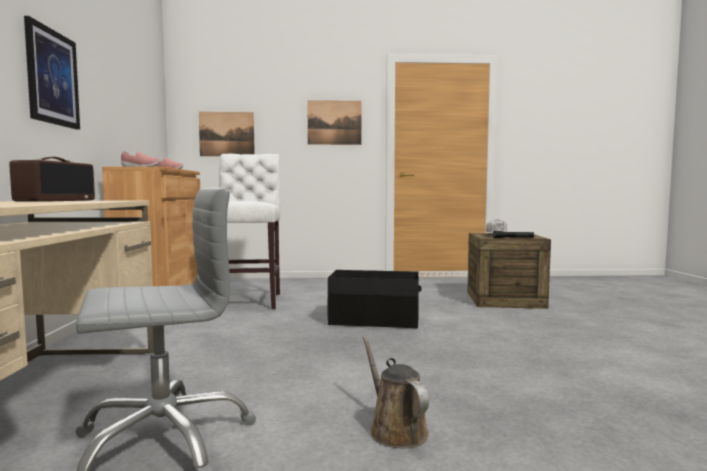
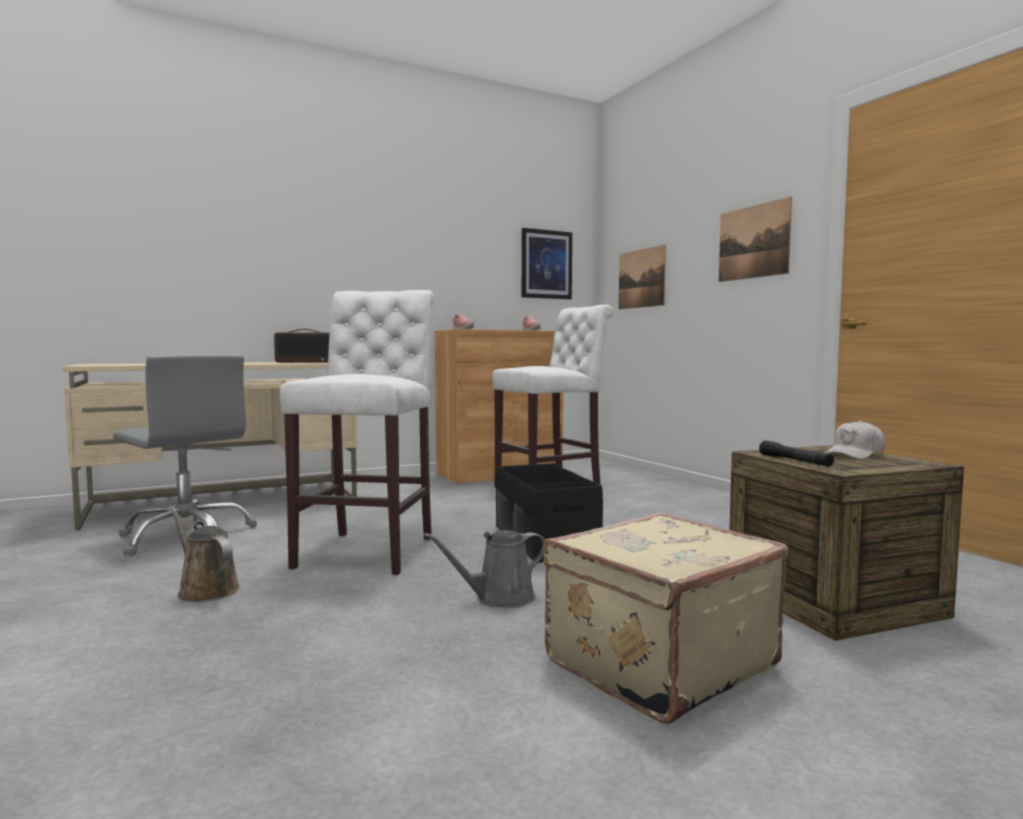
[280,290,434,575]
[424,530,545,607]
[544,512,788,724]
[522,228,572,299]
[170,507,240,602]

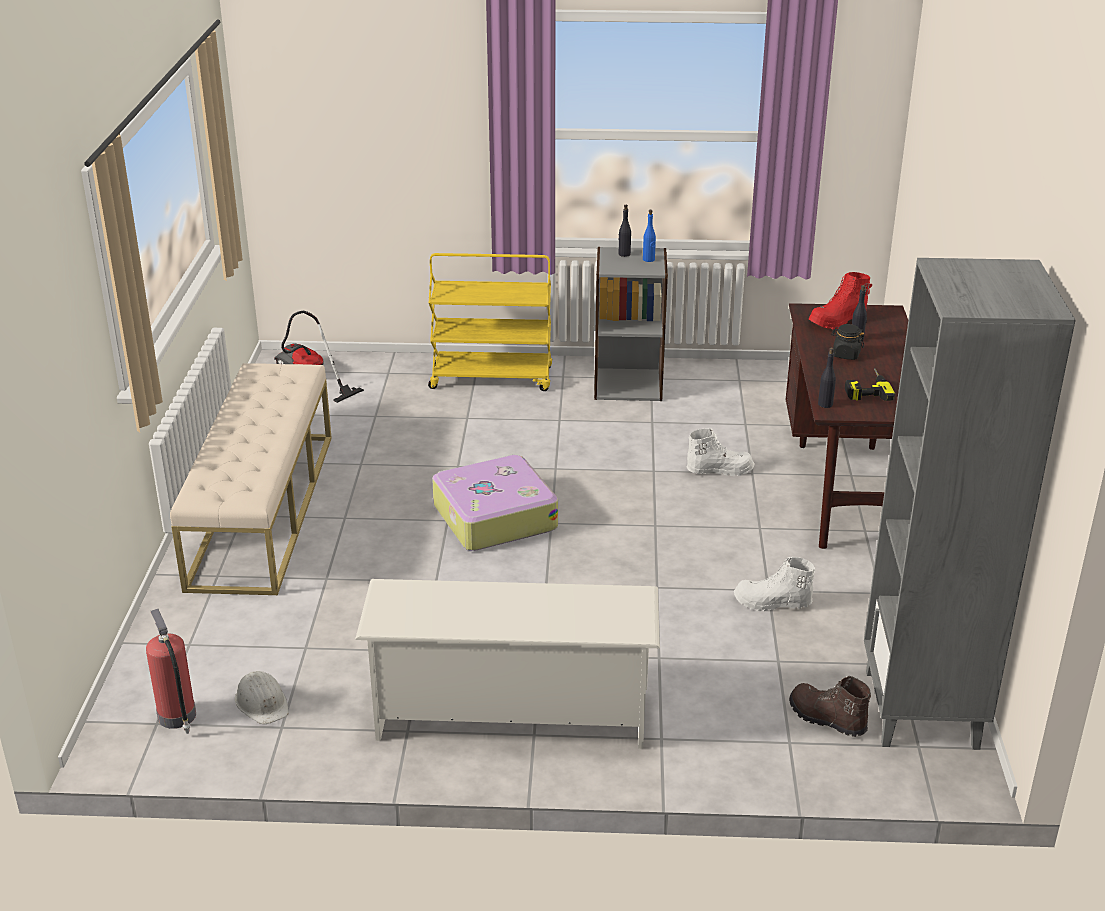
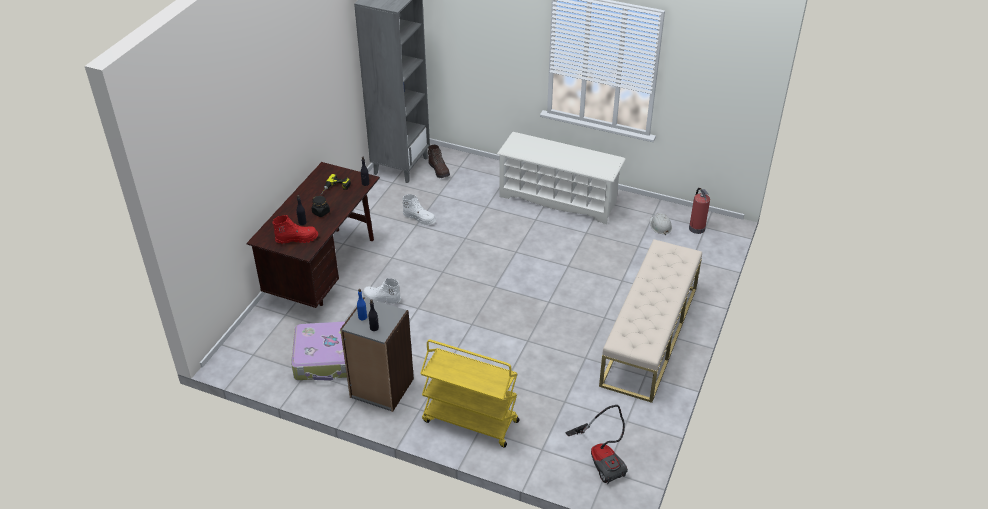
[291,321,347,380]

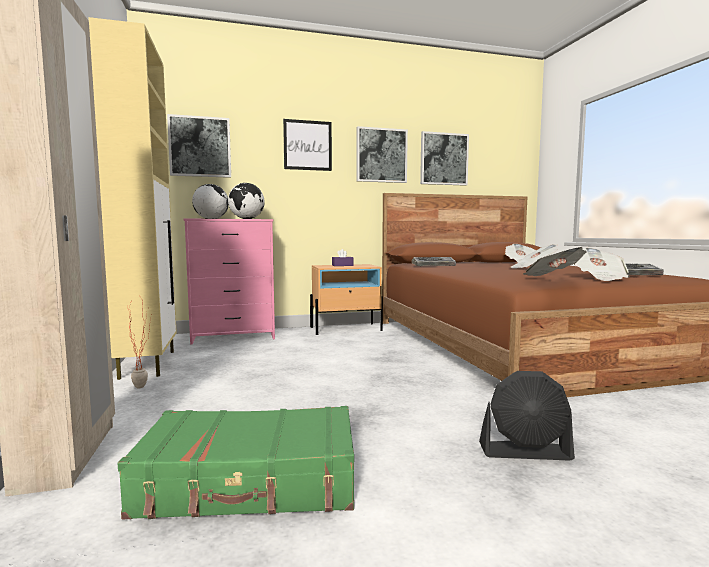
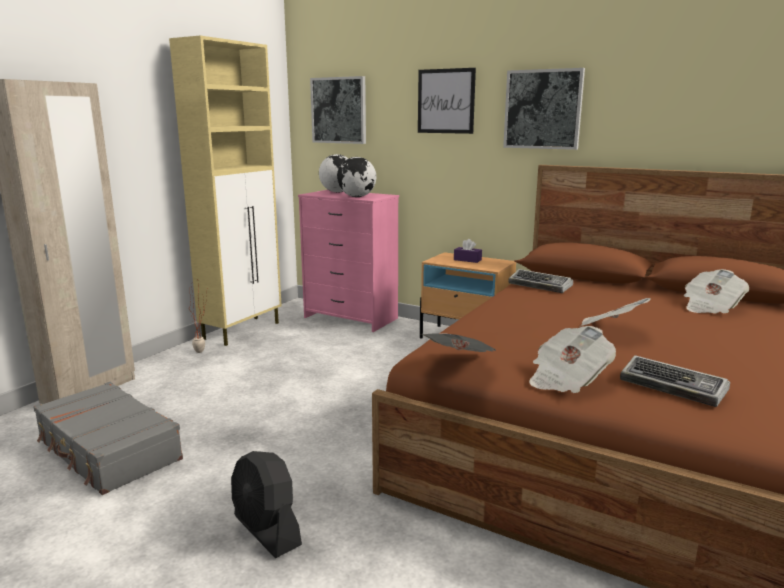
[420,131,469,186] (first image)
[33,382,183,495]

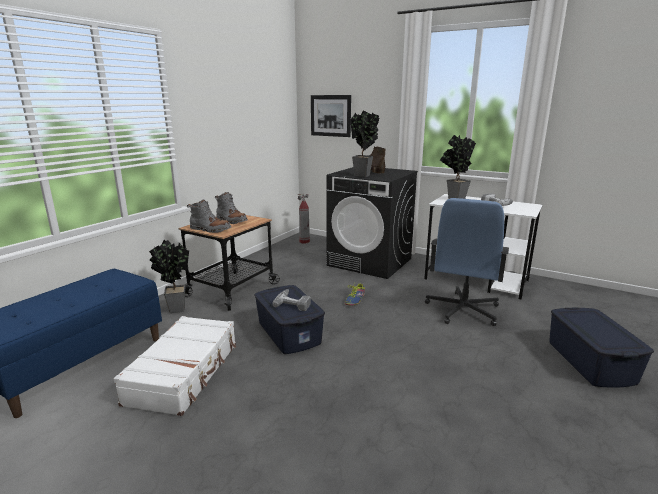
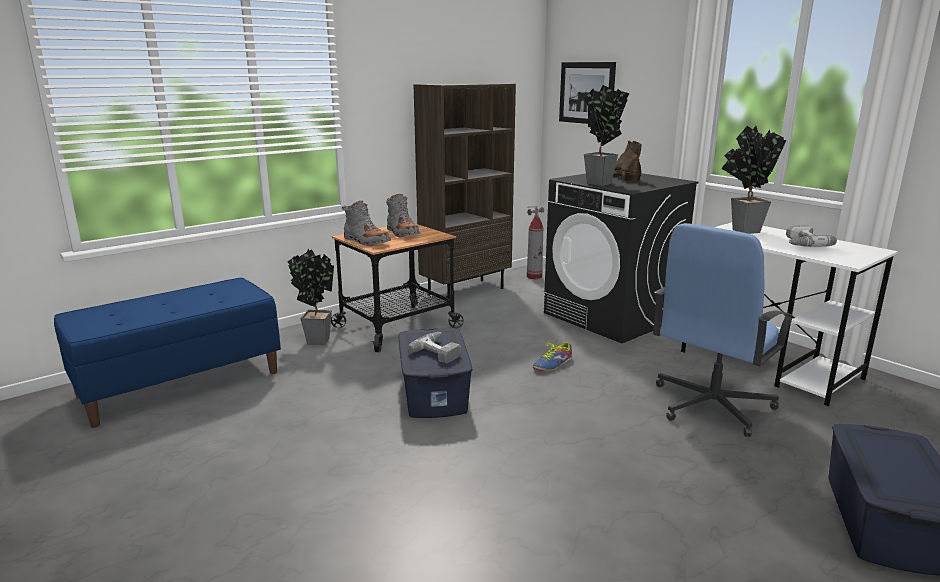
[114,316,236,416] (first image)
[413,83,516,296]

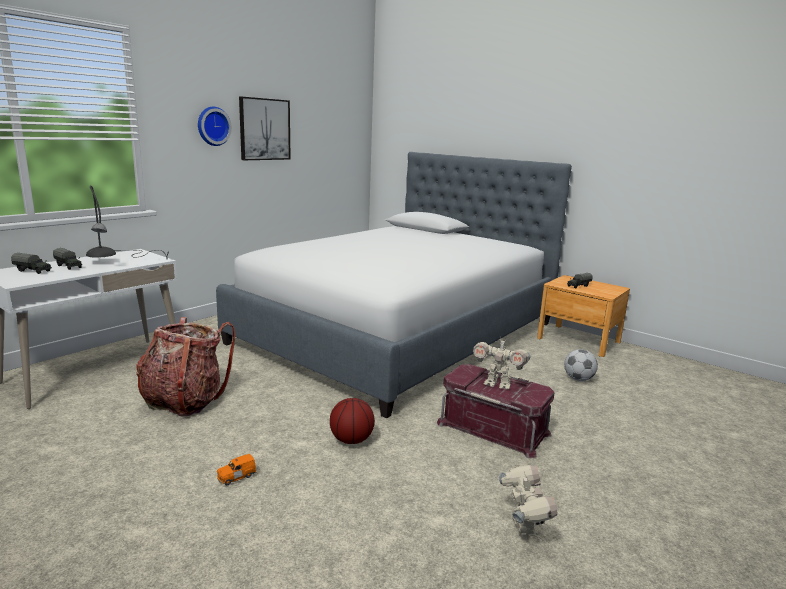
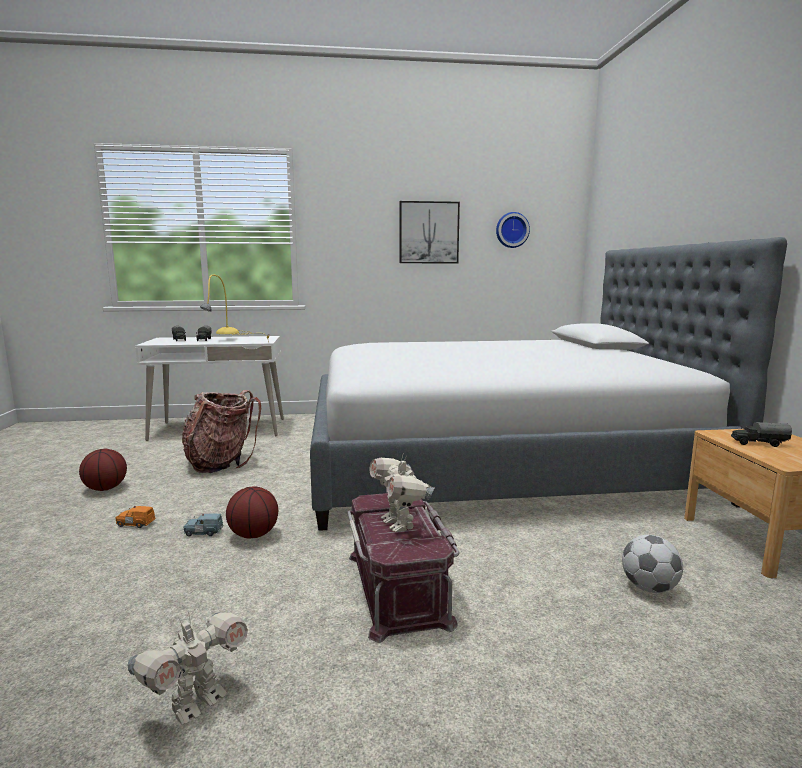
[79,449,127,491]
[184,514,223,536]
[496,212,530,248]
[200,274,269,343]

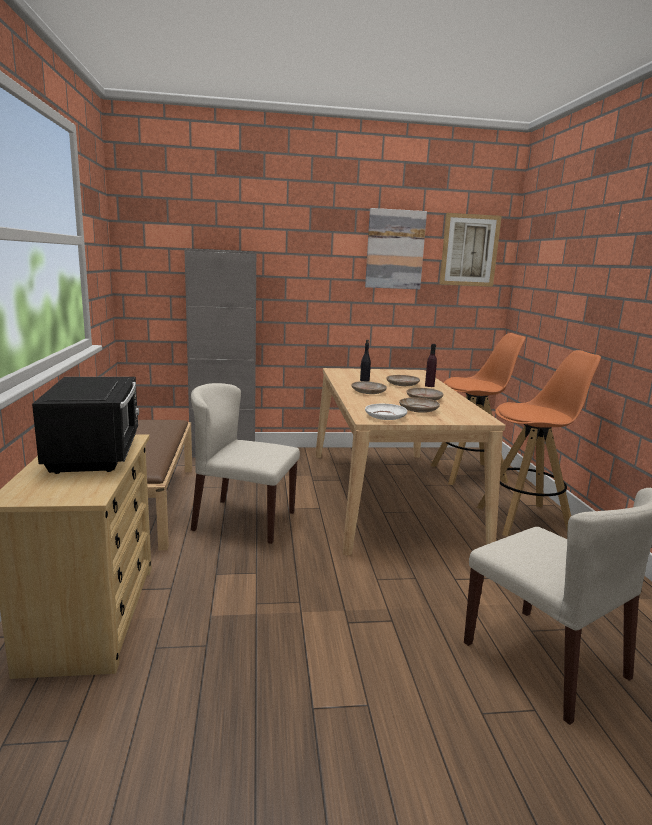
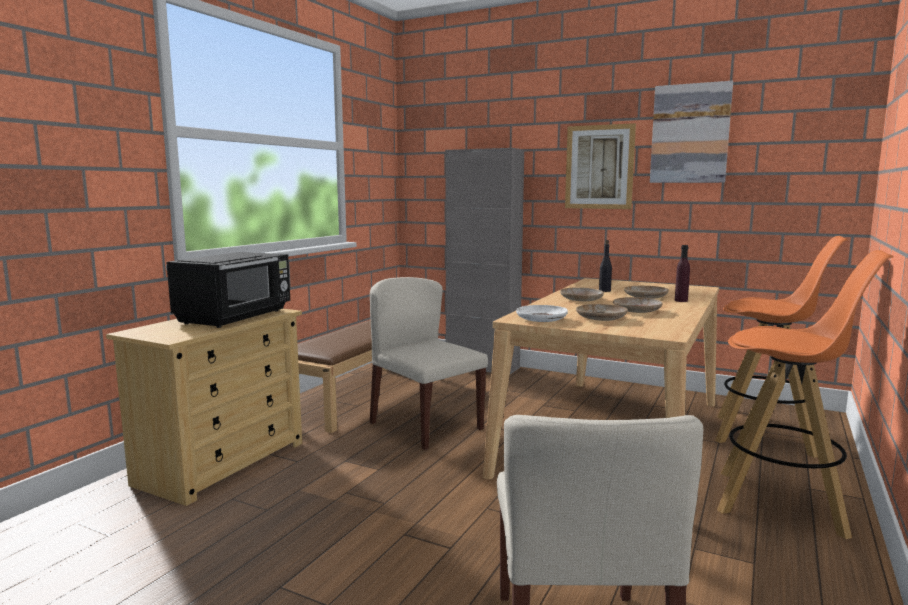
[565,123,636,209]

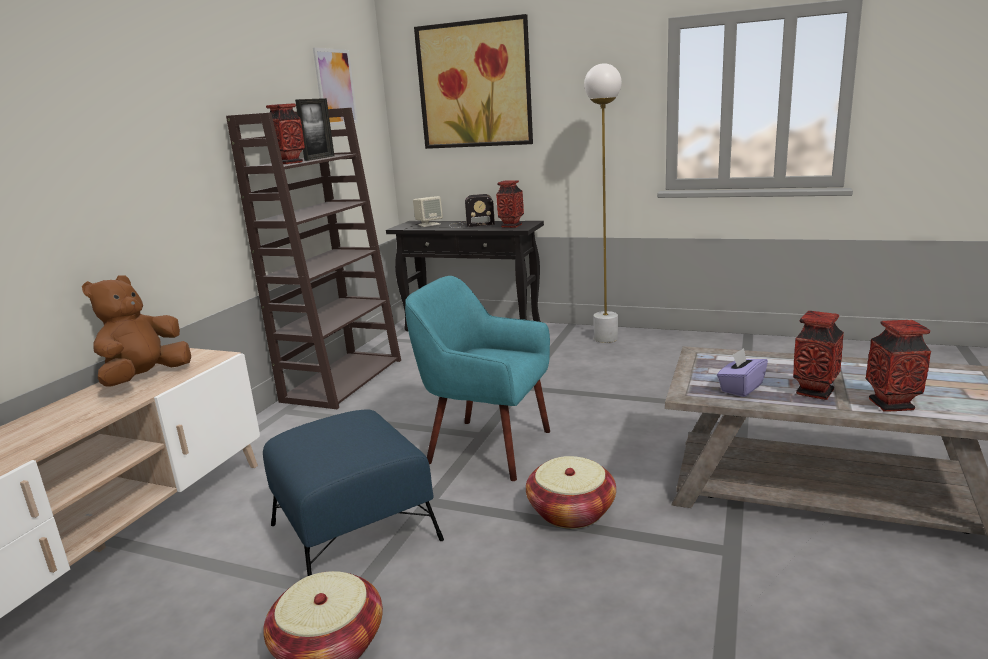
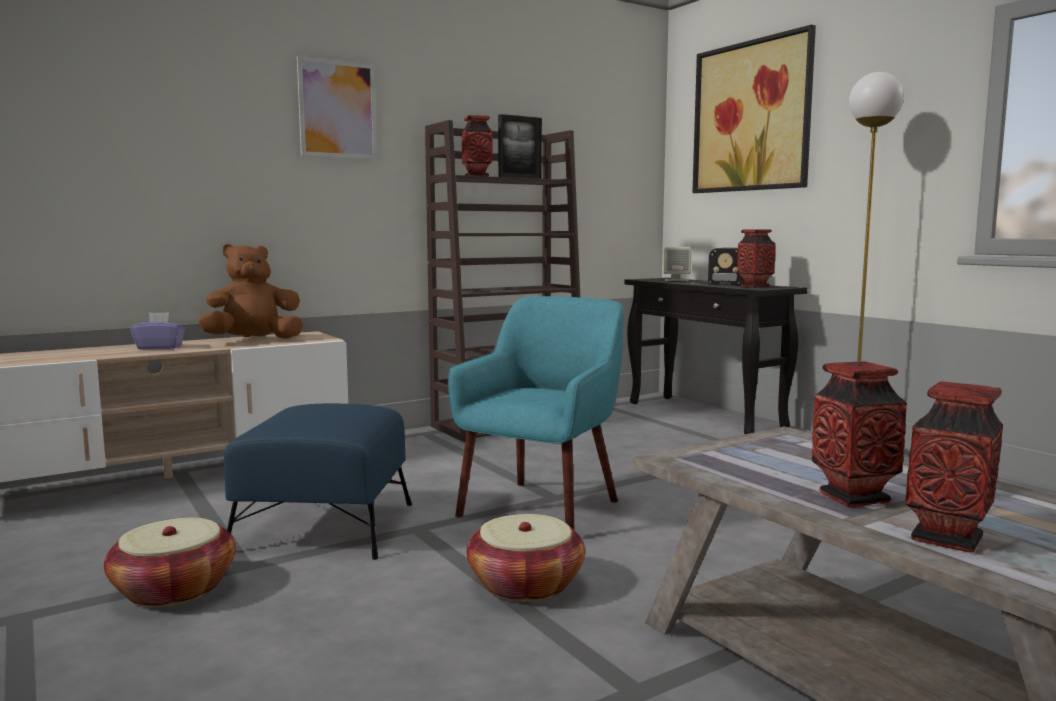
[297,56,377,160]
[130,312,185,350]
[448,296,624,531]

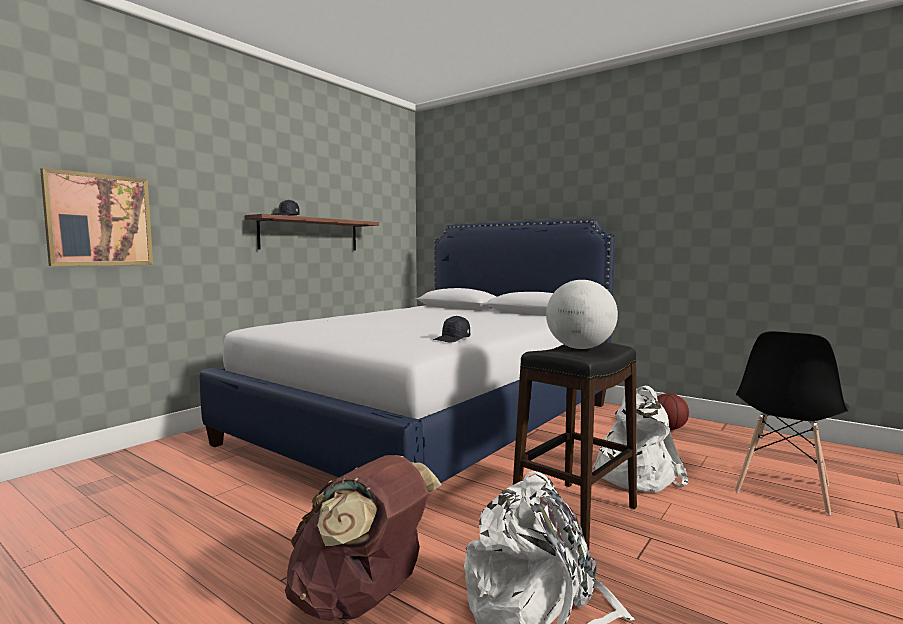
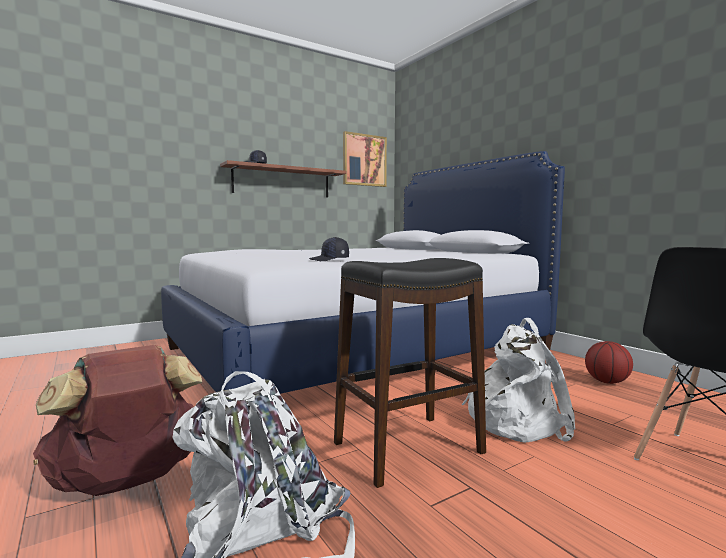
[546,280,618,349] (first image)
[343,131,387,187]

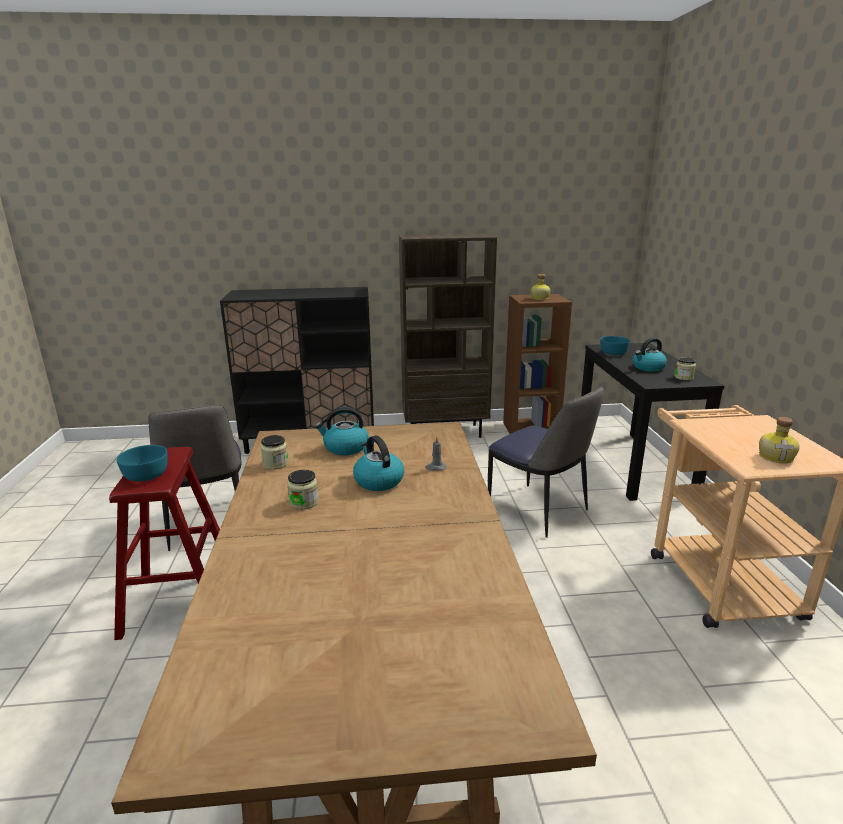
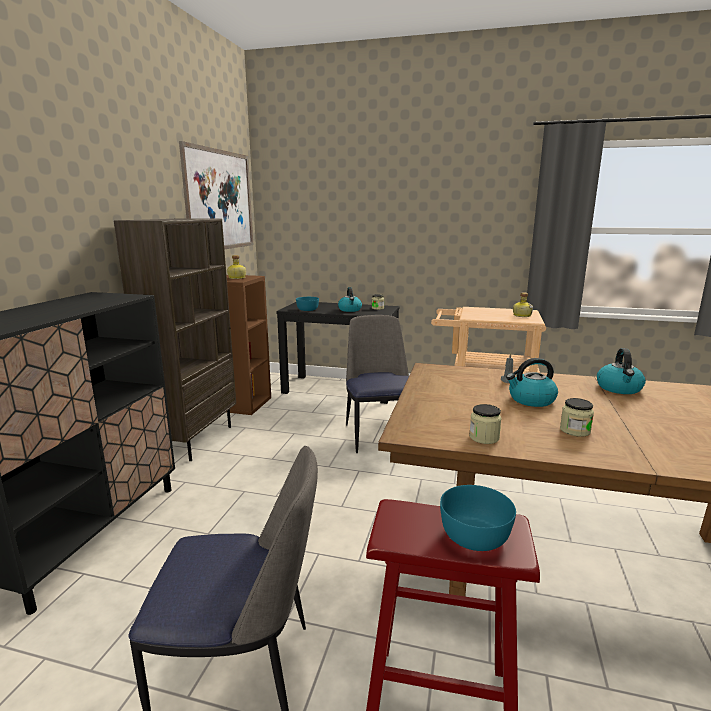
[179,141,253,250]
[597,348,646,394]
[346,315,409,453]

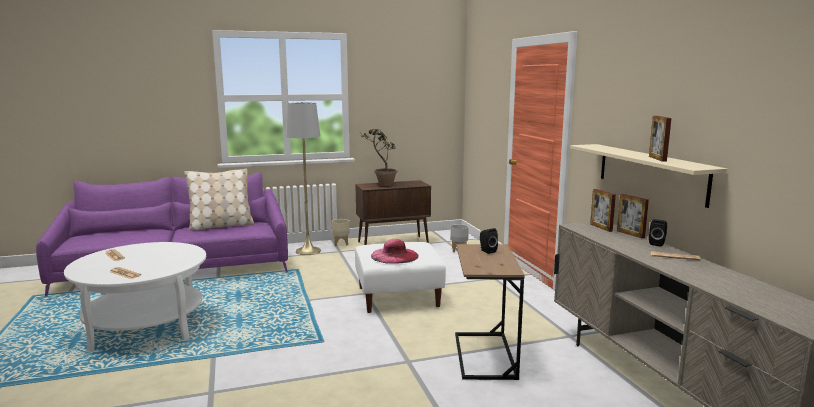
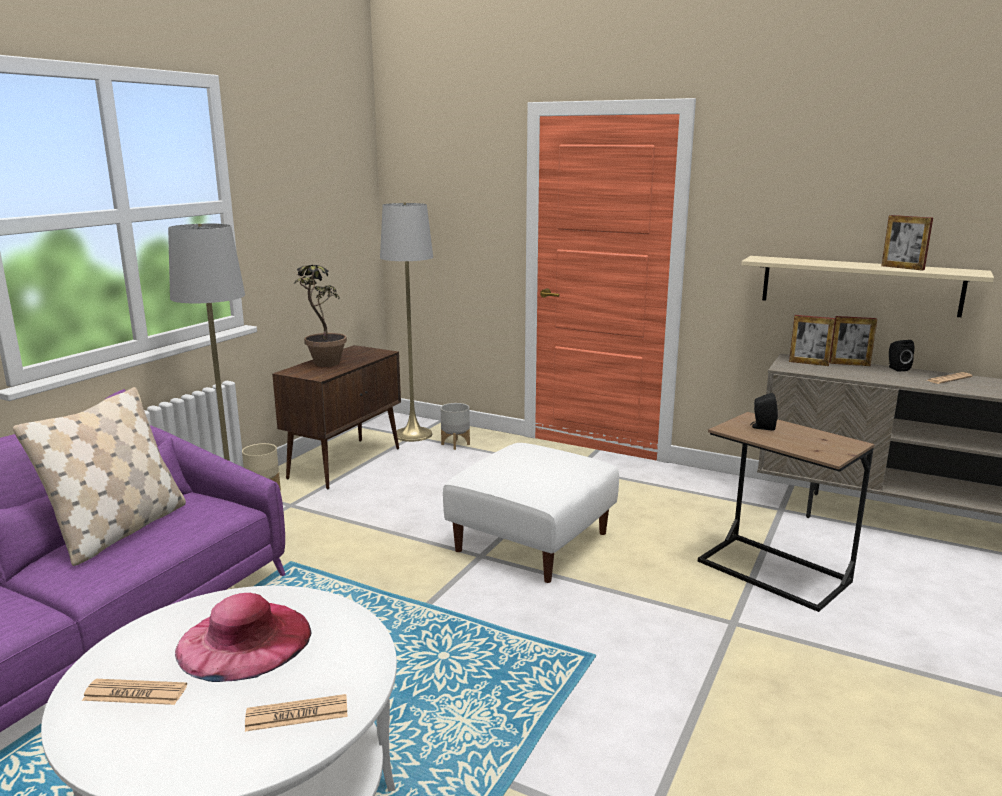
[380,203,433,442]
[175,593,311,682]

